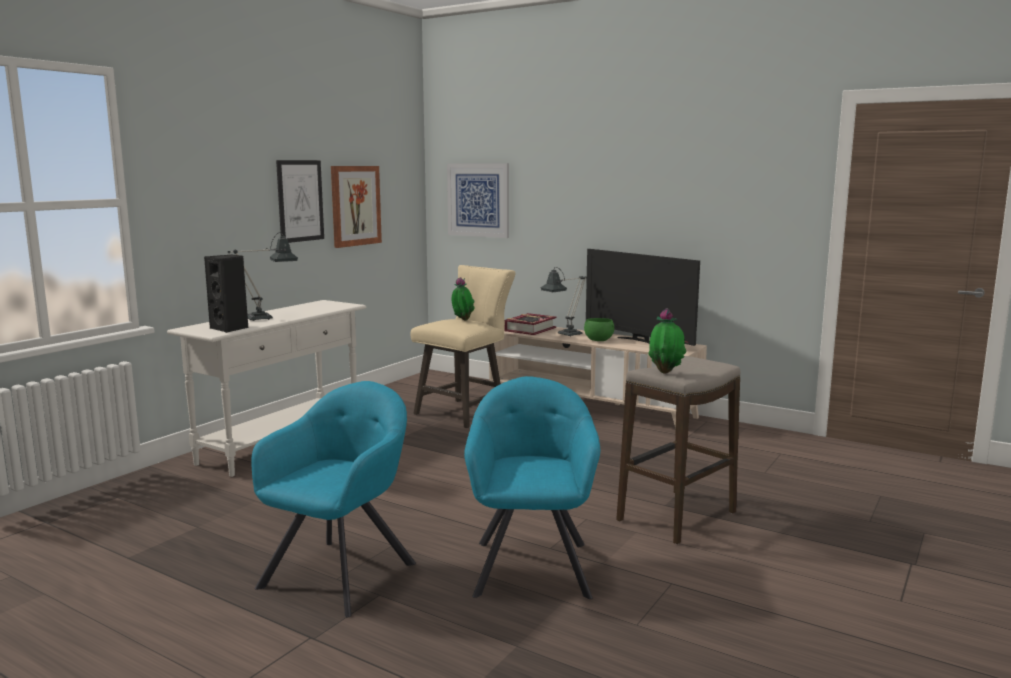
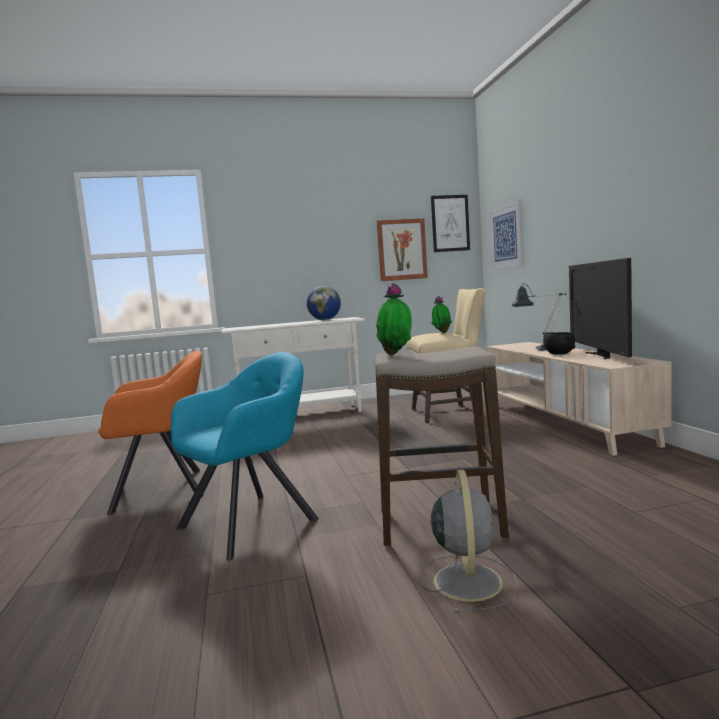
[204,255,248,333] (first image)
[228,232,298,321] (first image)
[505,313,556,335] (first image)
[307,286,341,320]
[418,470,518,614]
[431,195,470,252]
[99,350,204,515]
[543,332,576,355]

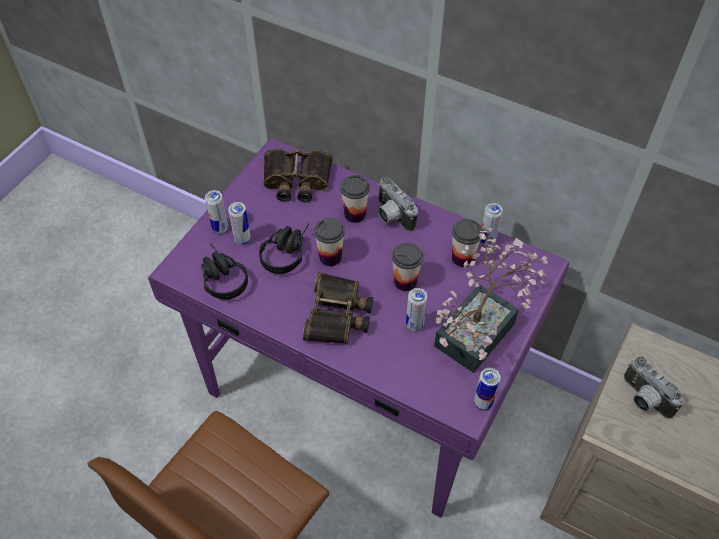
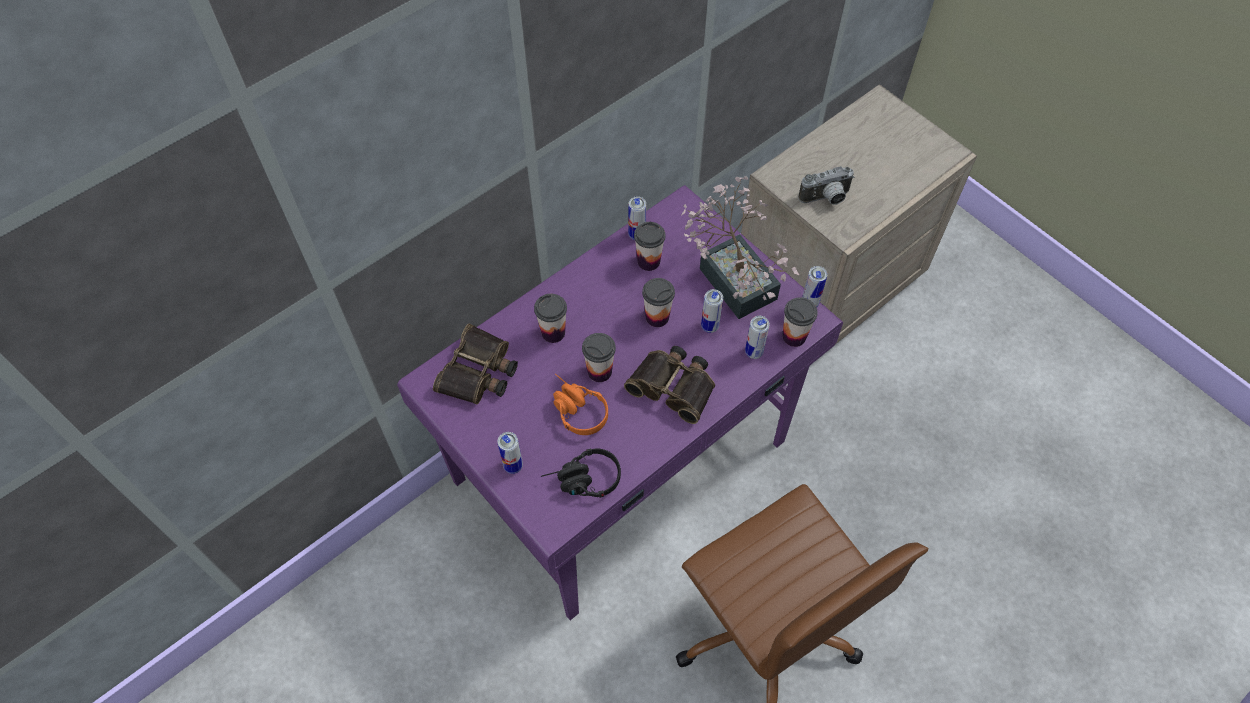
[378,176,418,231] (first image)
[782,297,818,347]
[745,316,770,359]
[553,374,608,435]

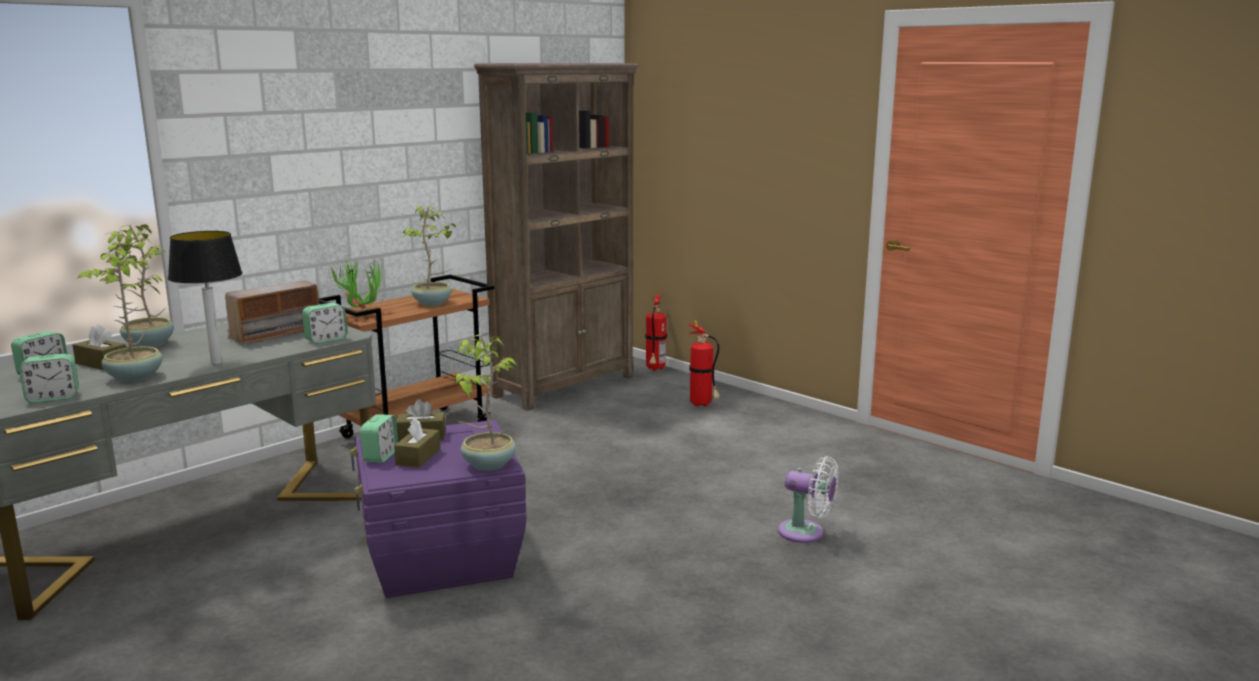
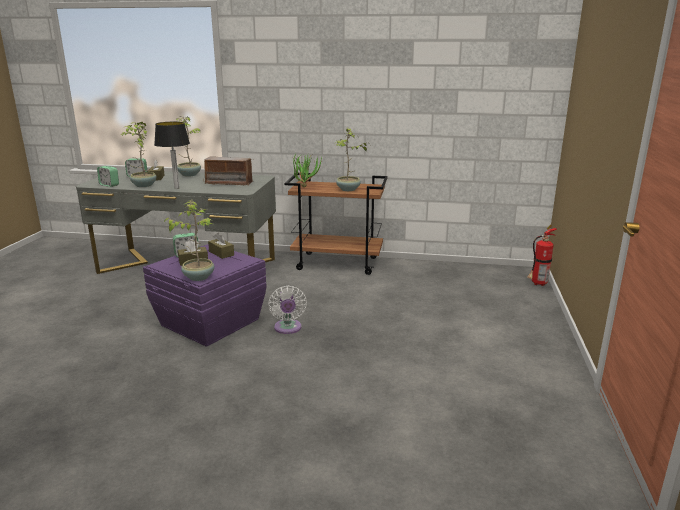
[302,303,348,344] (first image)
[474,63,639,411] (first image)
[689,320,720,407] (first image)
[268,286,307,334]

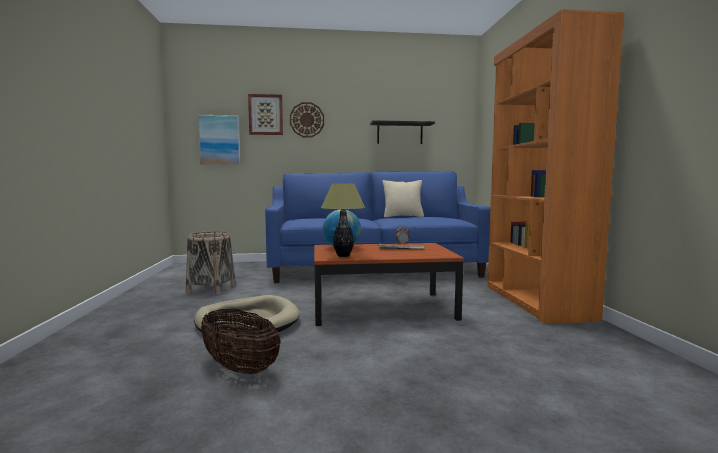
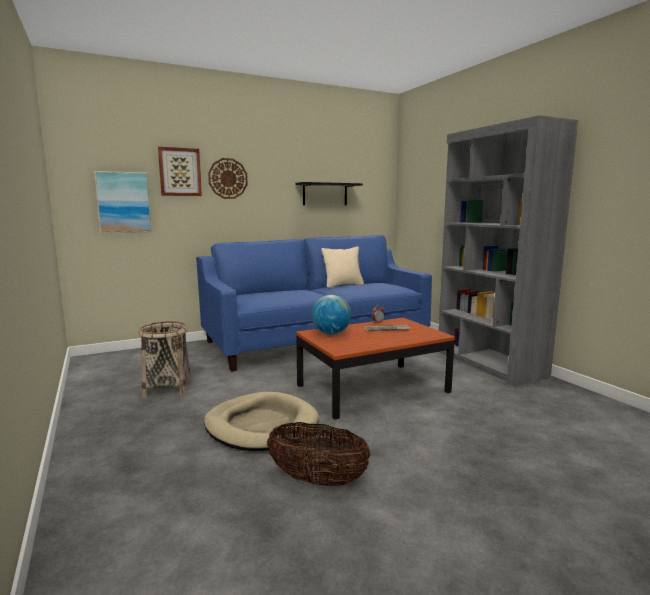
[321,183,365,257] (first image)
[438,115,578,386]

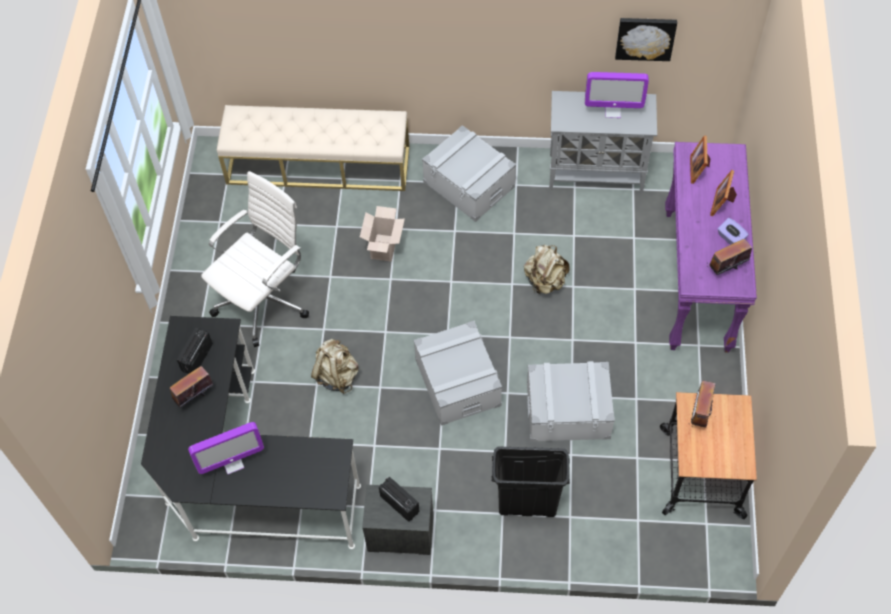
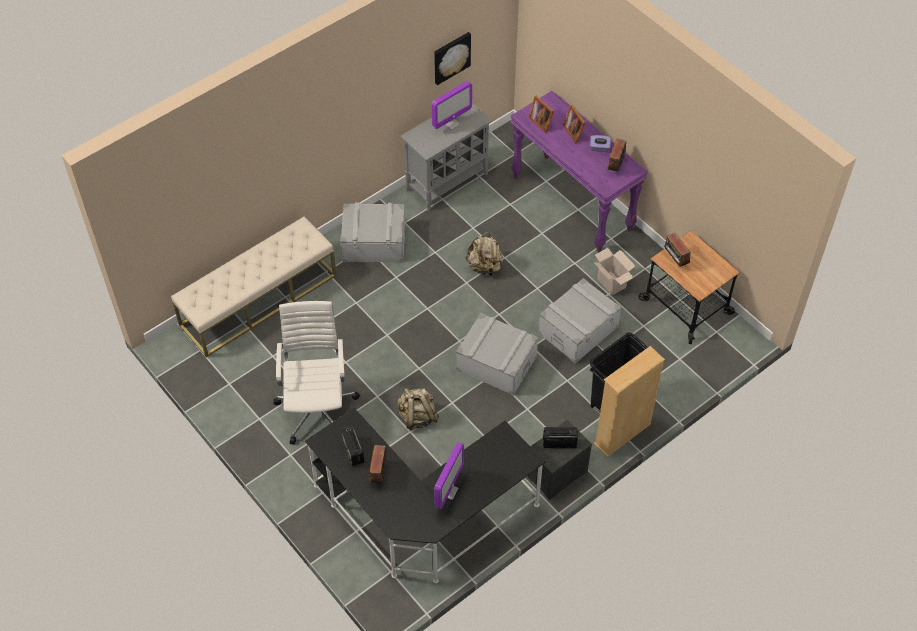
[594,346,665,457]
[595,247,635,295]

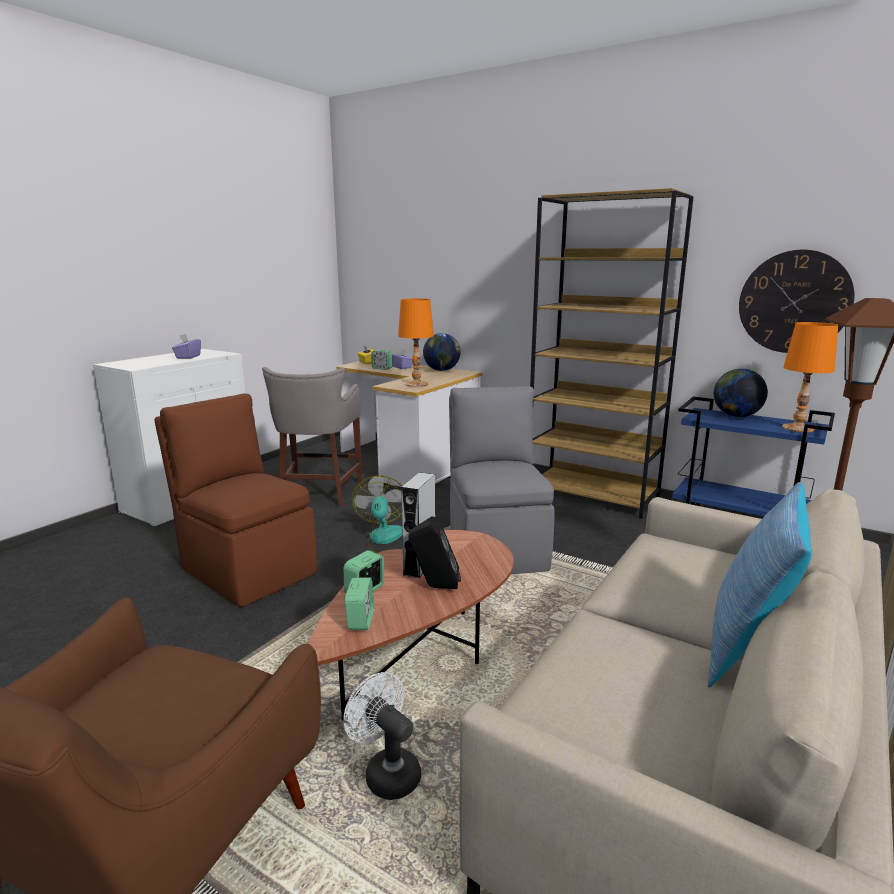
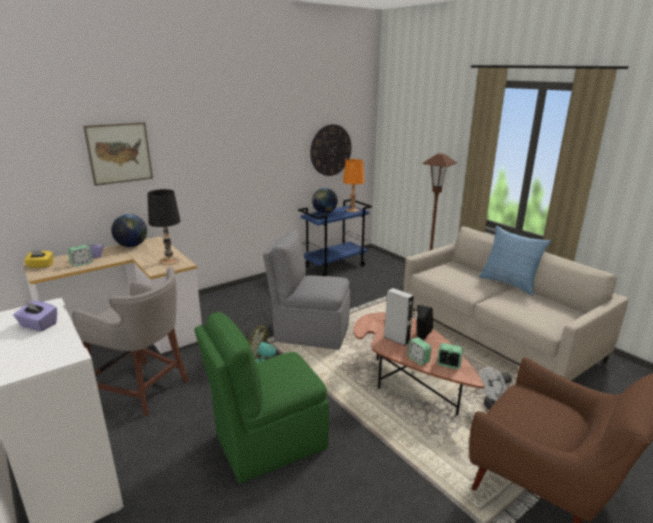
[530,188,694,519] (first image)
[83,122,153,186]
[194,312,329,483]
[147,189,181,265]

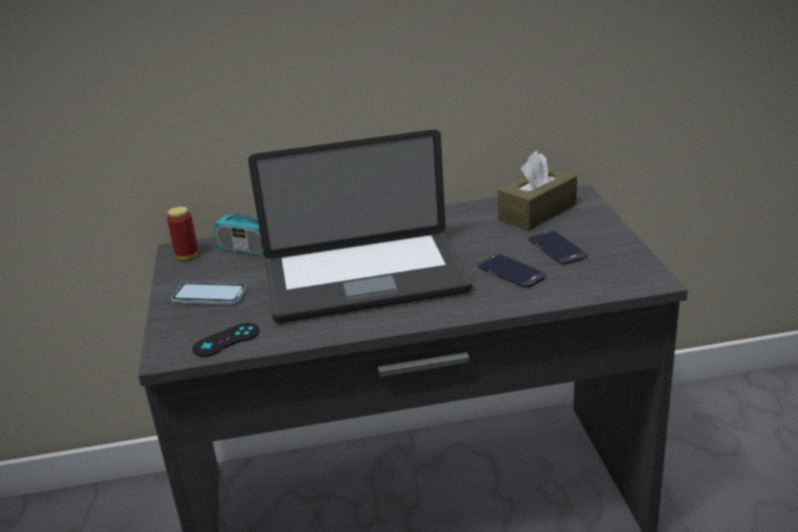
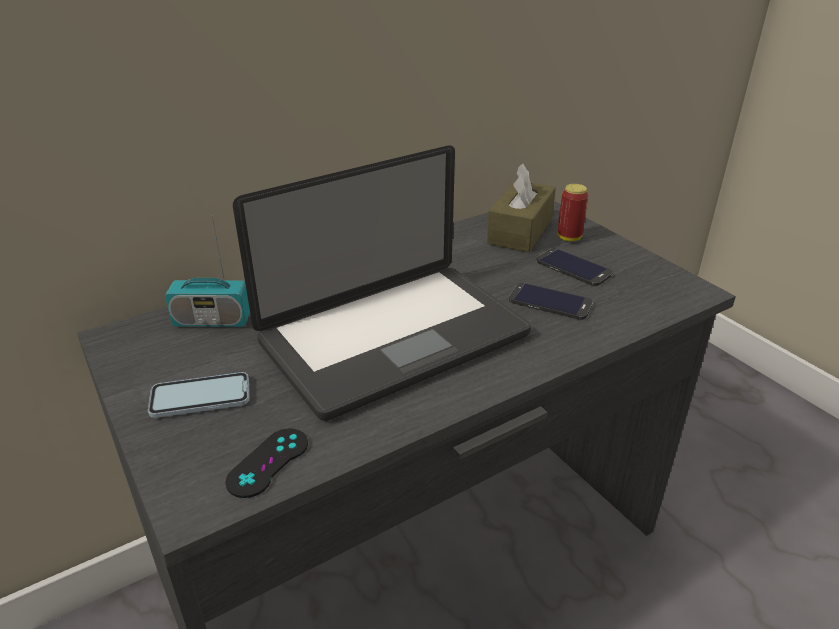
[558,184,588,241]

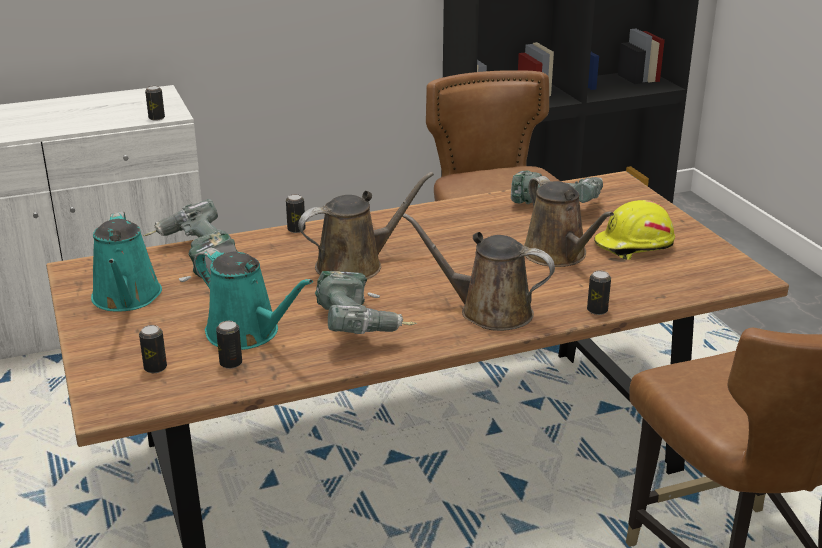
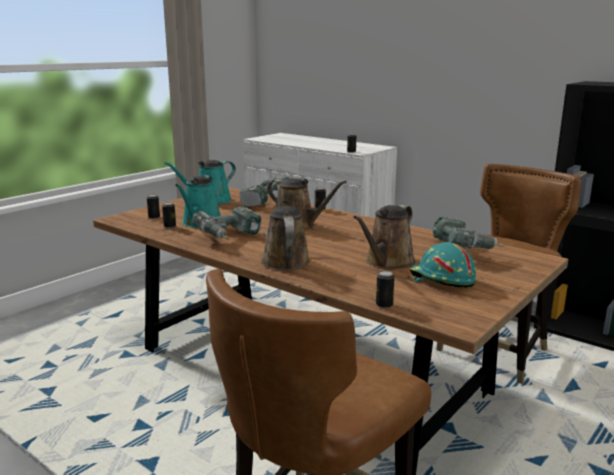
[376,271,395,308]
[410,242,476,288]

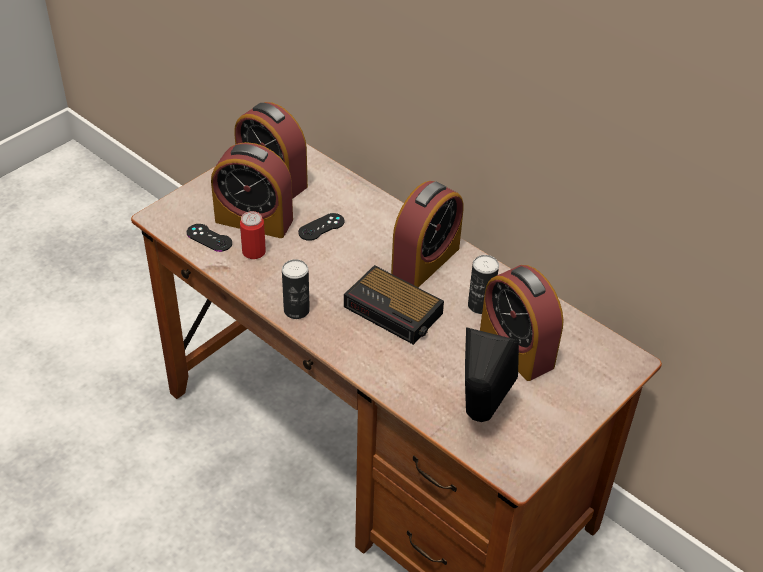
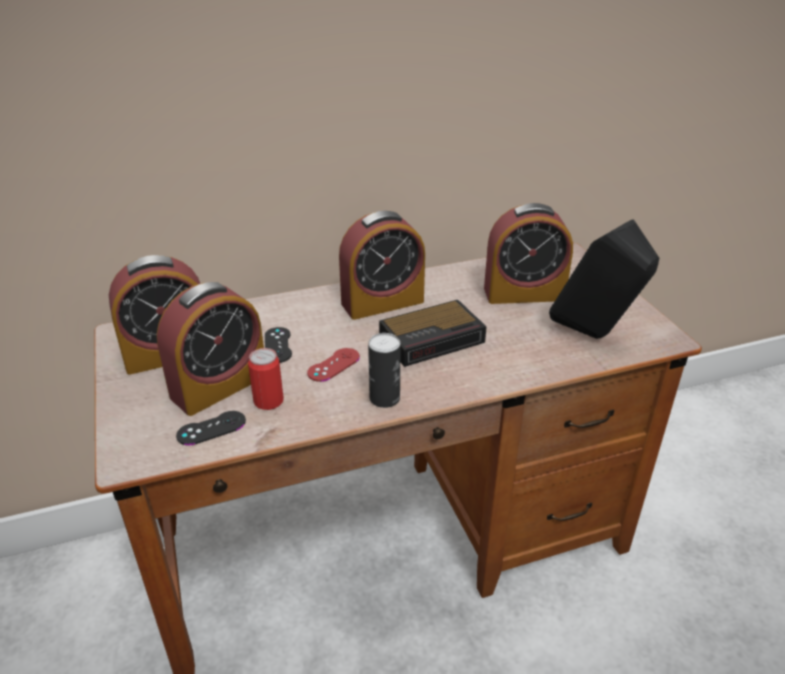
[468,255,499,314] (first image)
[307,348,360,382]
[339,211,425,320]

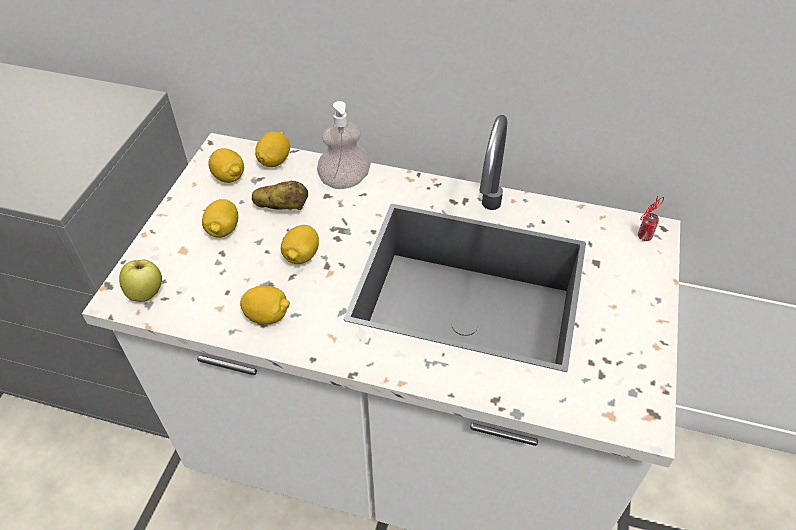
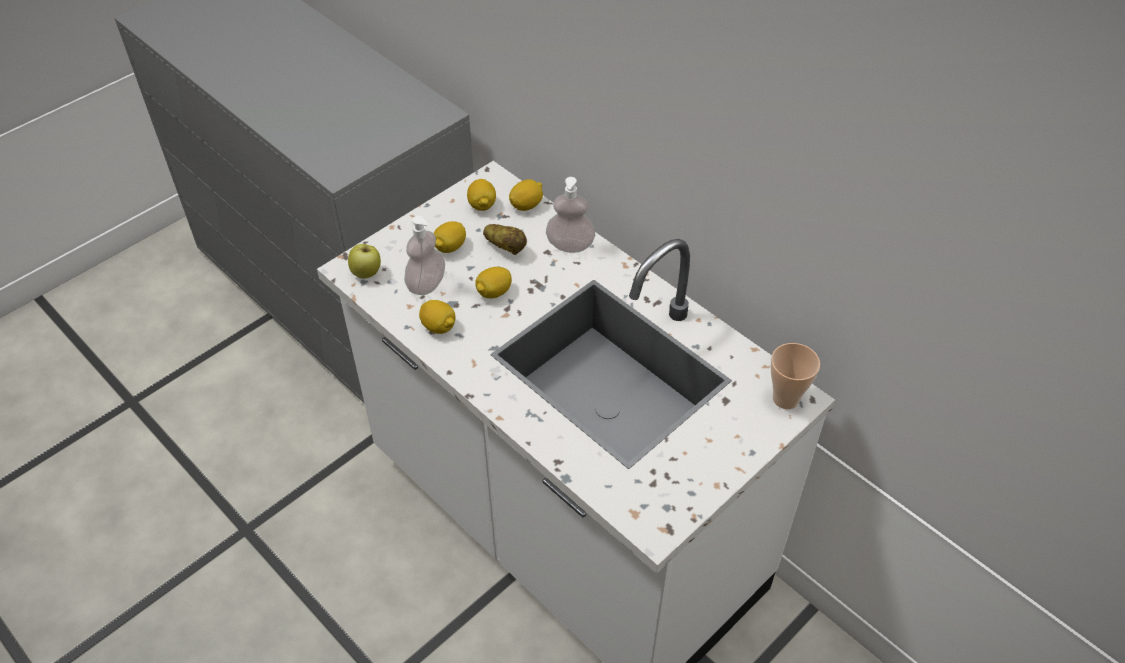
[404,216,445,295]
[770,343,820,409]

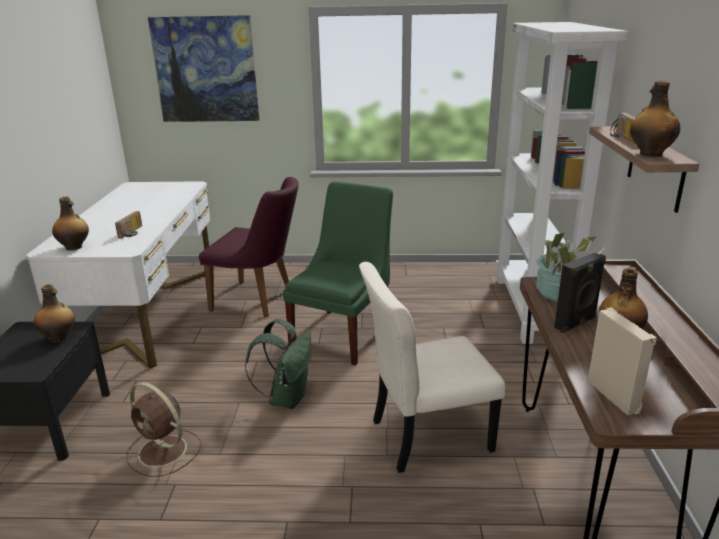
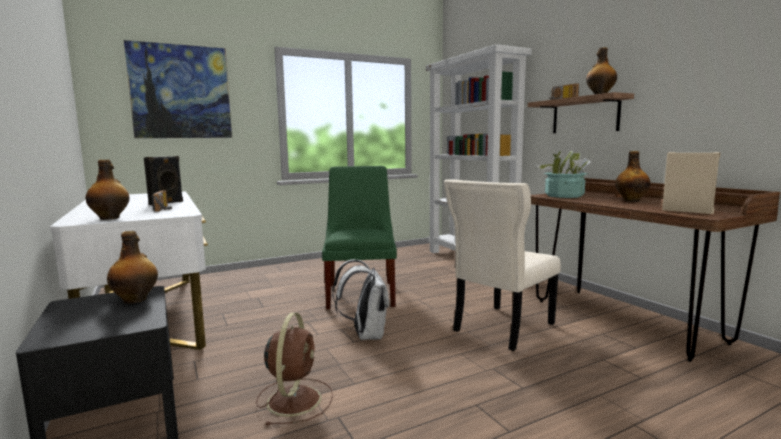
[199,177,299,317] (first image)
[144,156,183,206]
[332,259,389,340]
[256,313,333,426]

